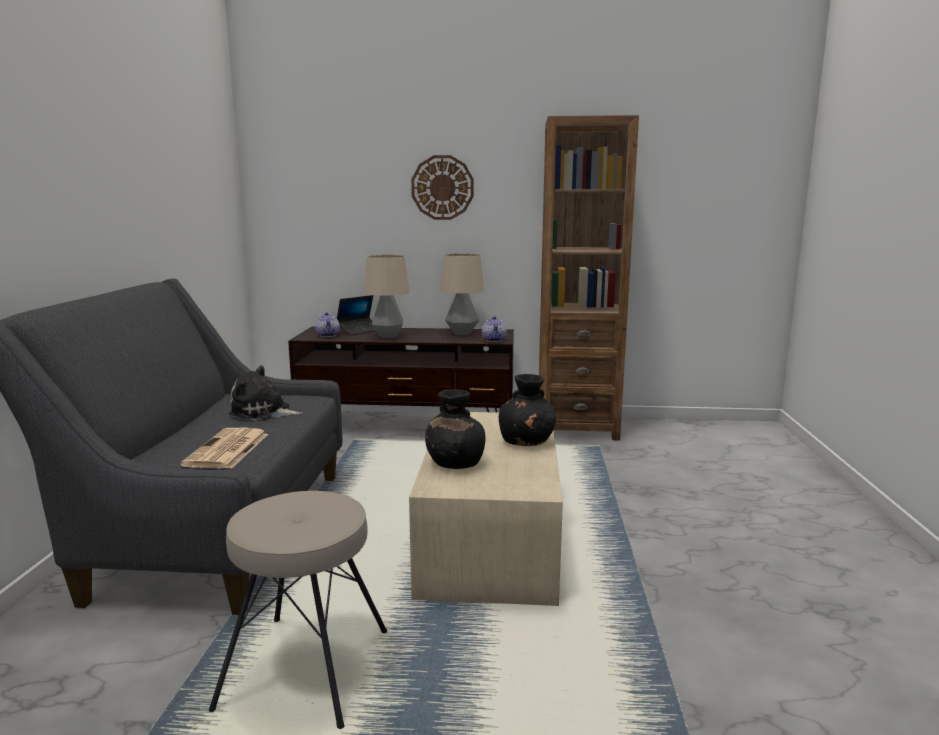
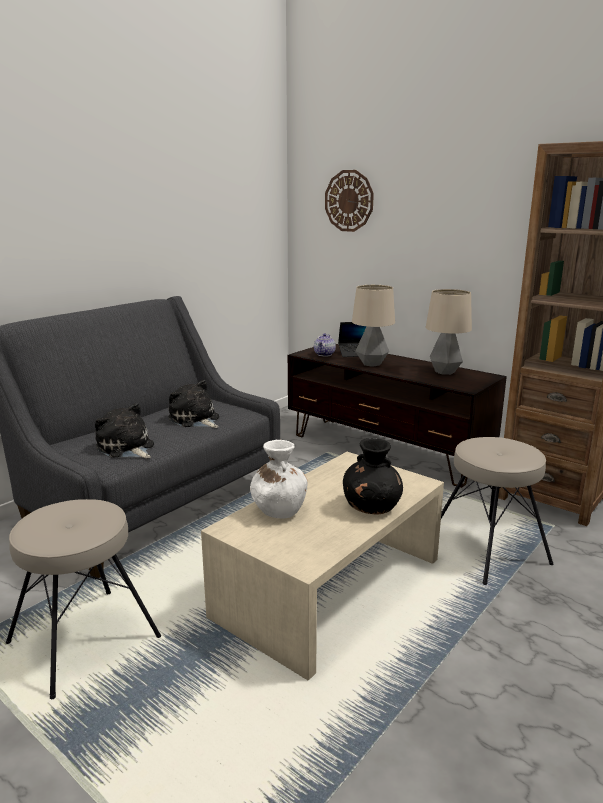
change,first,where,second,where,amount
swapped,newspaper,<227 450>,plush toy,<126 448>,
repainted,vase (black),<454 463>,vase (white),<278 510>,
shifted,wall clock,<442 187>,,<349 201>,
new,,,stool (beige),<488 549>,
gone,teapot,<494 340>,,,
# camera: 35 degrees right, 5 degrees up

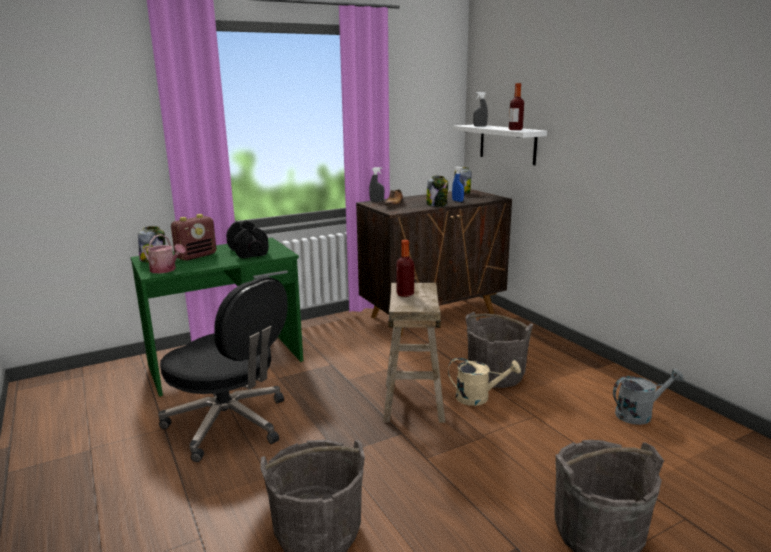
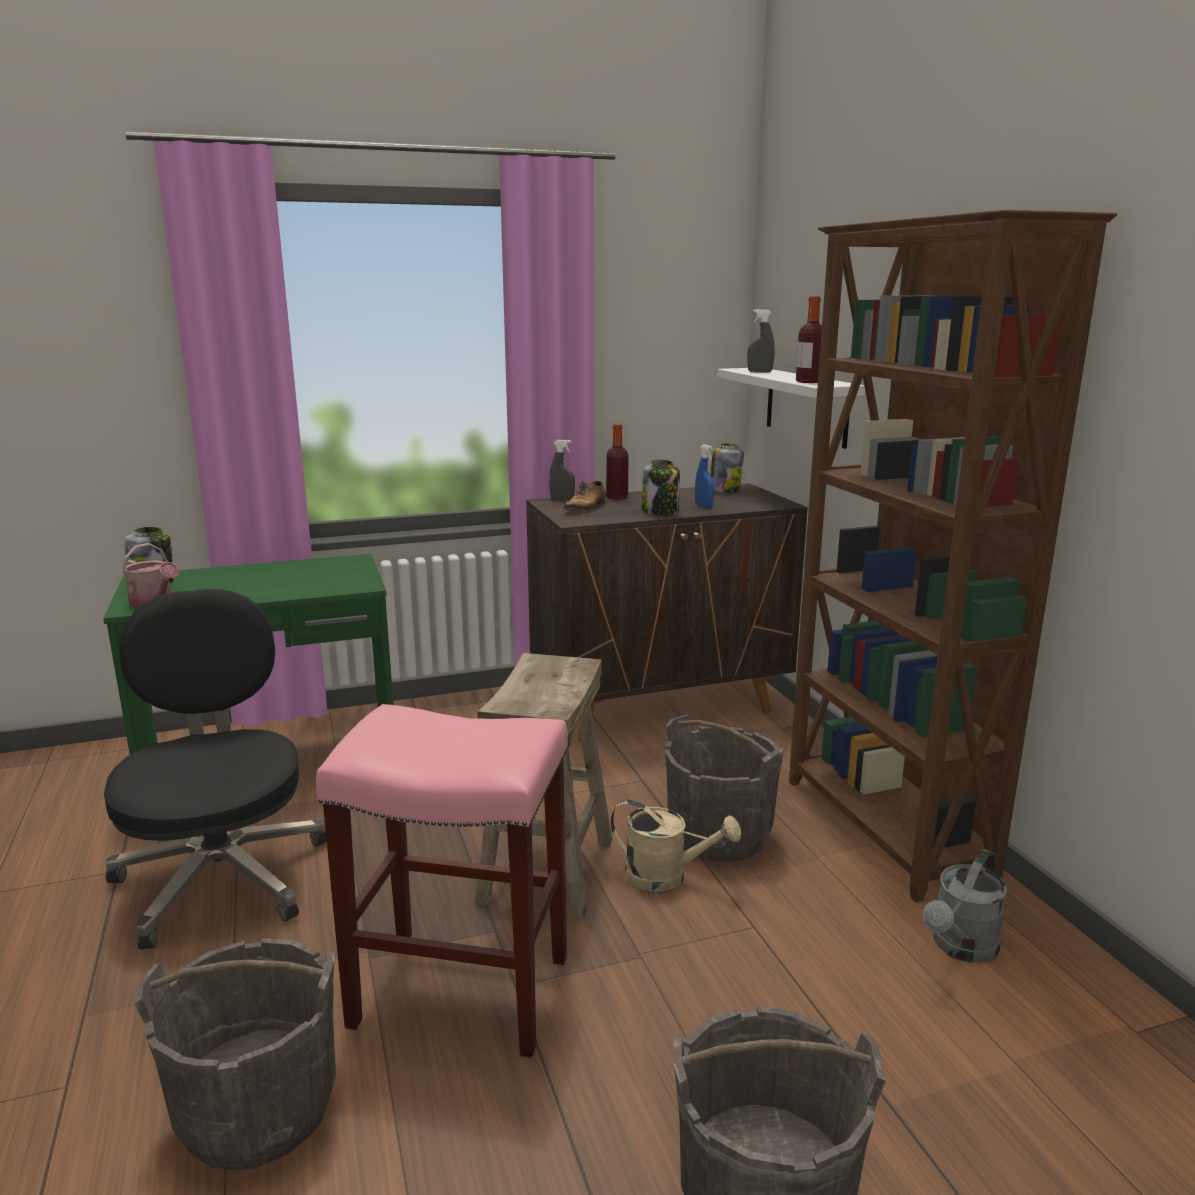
change,first,where,second,where,amount
rotated,office chair (black),<230 424>,,<222 876>,150 degrees counterclockwise
new,,,stool (pink),<464 990>,
shifted,bottle,<405 294>,,<617 497>,
new,,,bookcase (brown),<884 829>,
rotated,watering can (grey),<639 414>,,<960 948>,135 degrees clockwise
gone,radio,<196 256>,,,
gone,dumbbell (black),<247 251>,,,
# camera: 10 degrees right, 0 degrees up

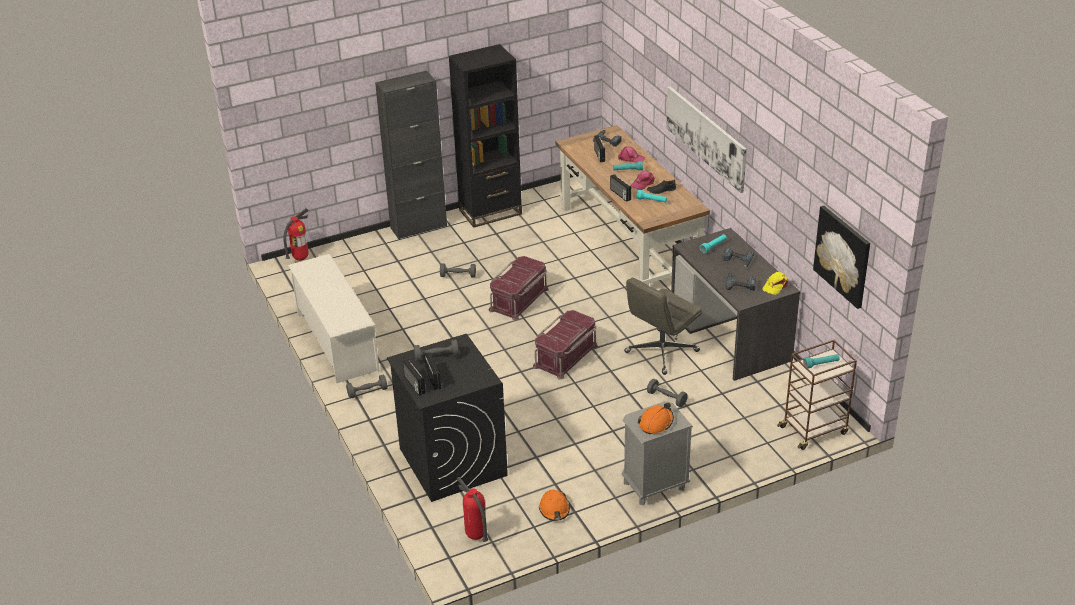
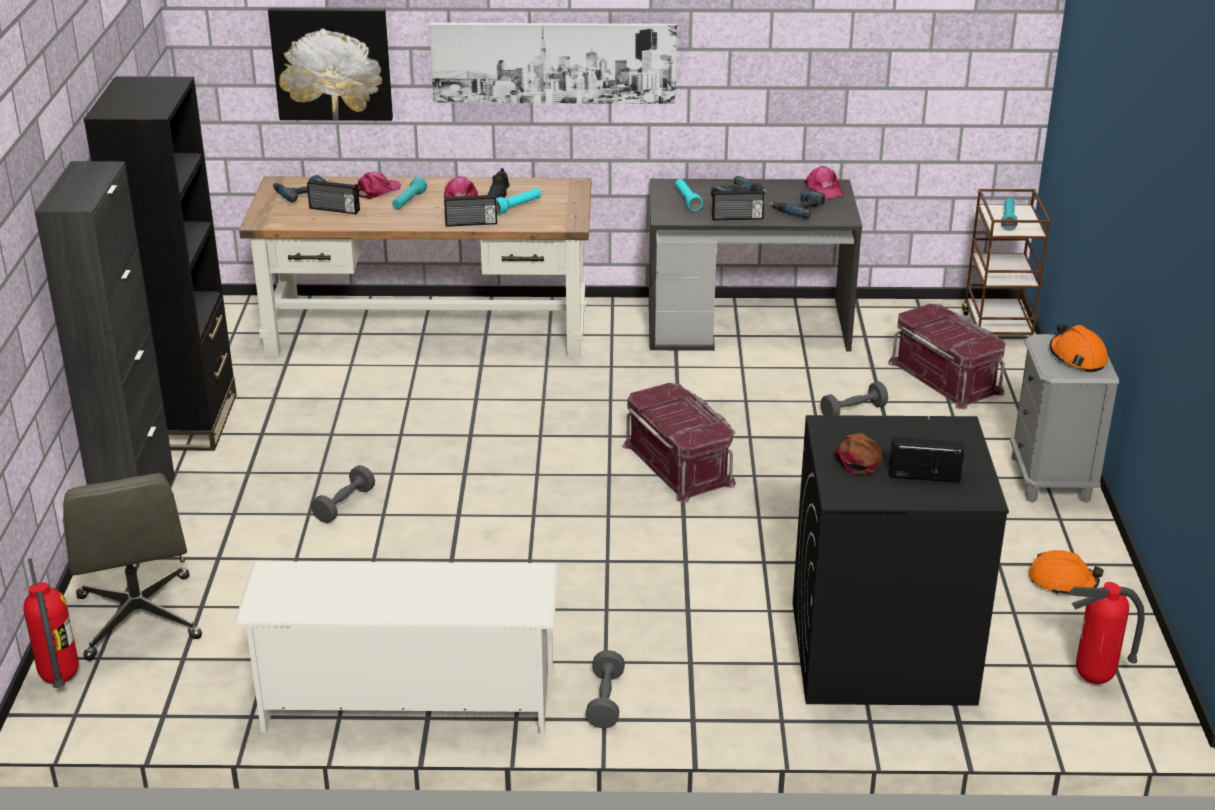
change,first,where,second,where,amount
shifted,office chair (grey),<661 352>,,<139 618>,
shifted,picture,<843 256>,,<332 63>,
shifted,radio,<414 385>,,<737 218>,
repainted,cap (yellow),<775 286>,cap (pink),<824 189>,
swapped,dumbbell (grey),<436 357>,cap (brown),<859 458>,
shifted,storage box (red),<519 299>,,<946 377>,
# camera: 65 degrees left, 5 degrees down

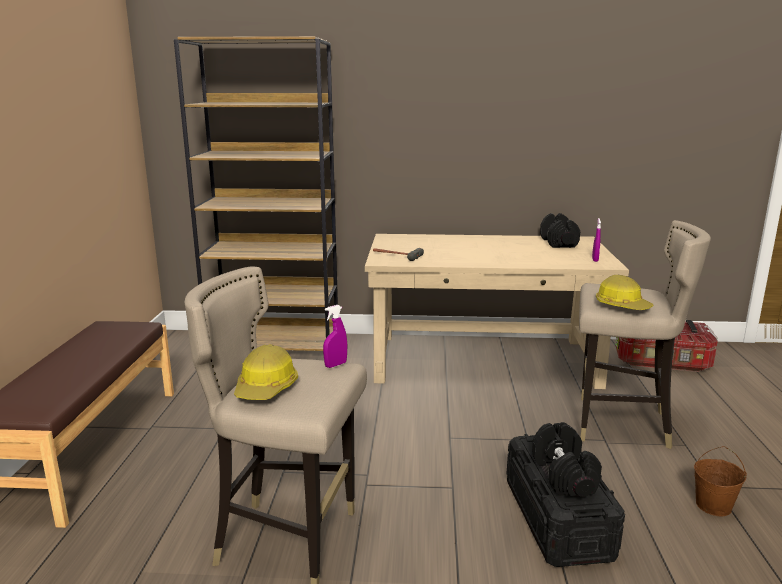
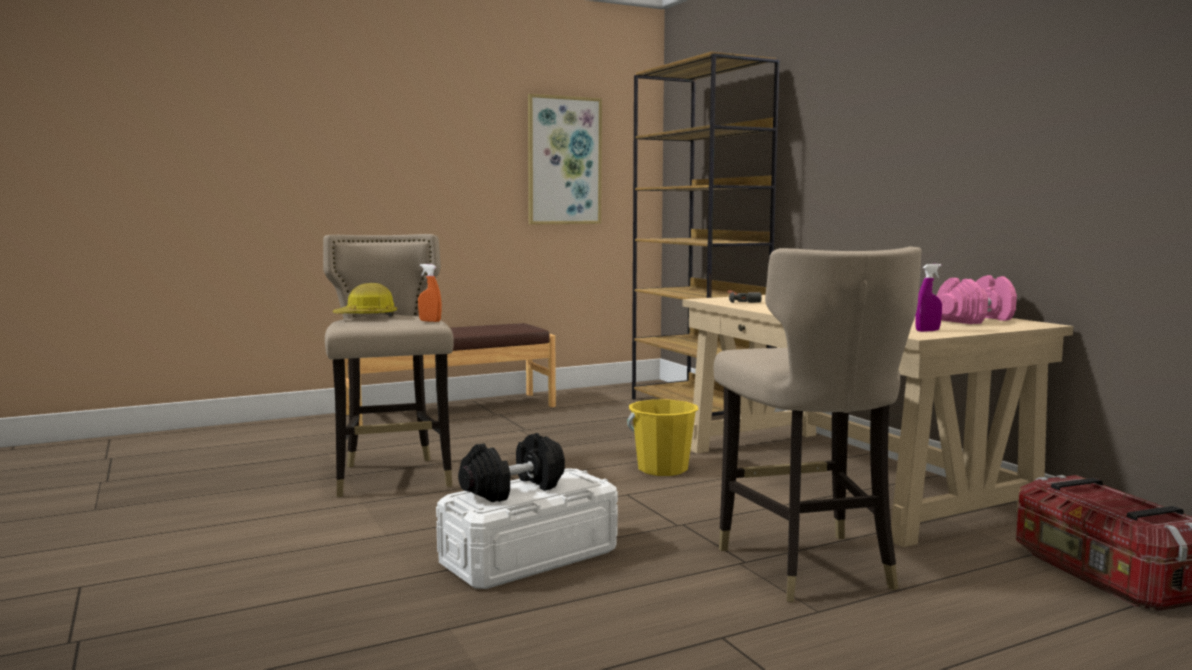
change,first,where,second,where,amount
repainted,spray bottle (purple),<335 365>,spray bottle (orange),<430 321>,
repainted,storage box (black),<557 518>,storage box (white),<530 557>,
new,,,picture,<564 161>,
new,,,bucket (yellow),<662 469>,
repainted,dumbbell (black),<559 243>,dumbbell (pink),<975 320>,
gone,hard hat,<622 305>,,,
gone,bucket (brown),<713 505>,,,
# camera: 60 degrees right, 10 degrees down

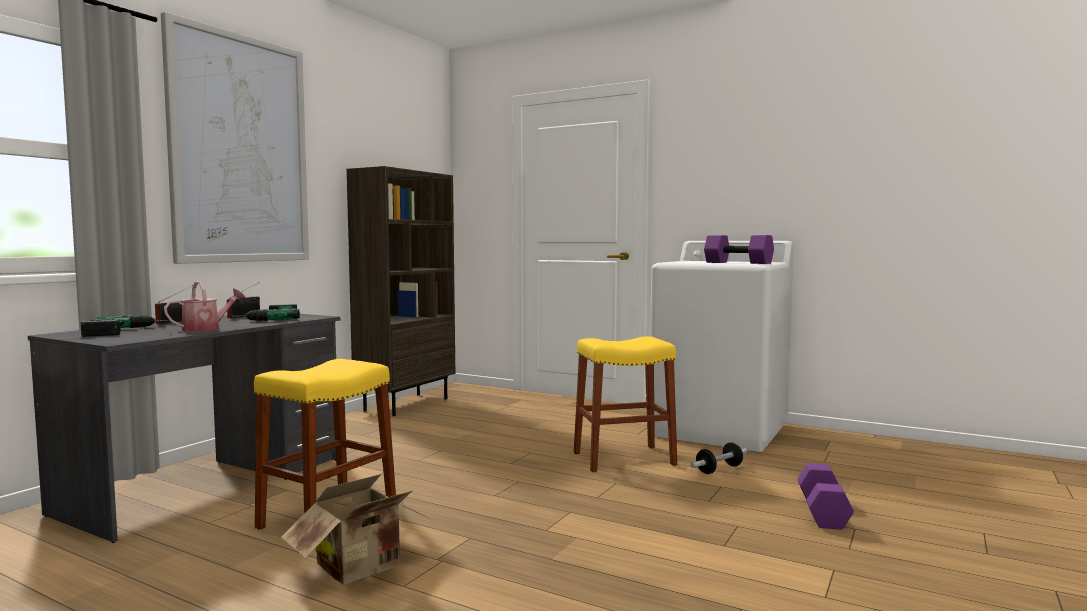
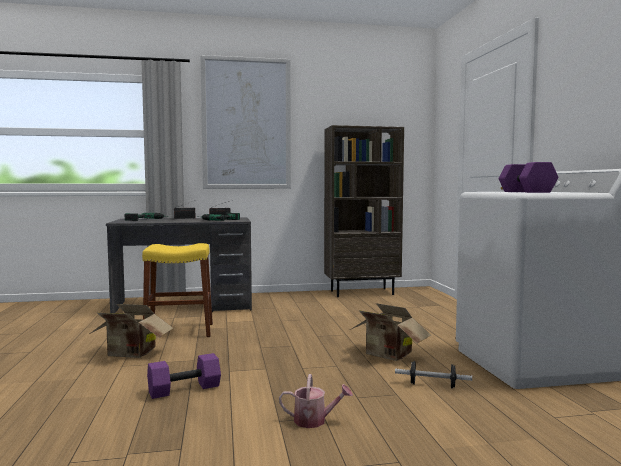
change,first,where,second,where,amount
shifted,dumbbell (purple),<821 512>,,<185 389>,
shifted,watering can,<206 329>,,<315 420>,
swapped,stool (yellow),<624 458>,cardboard box,<388 355>,
# camera: 50 degrees right, 0 degrees up

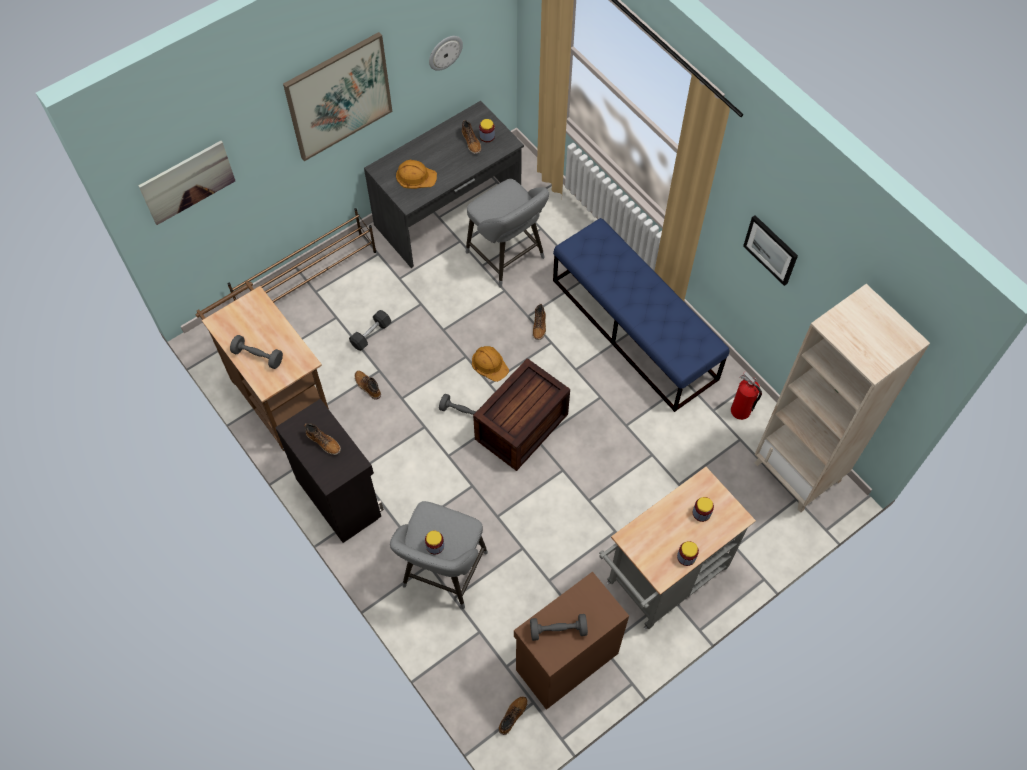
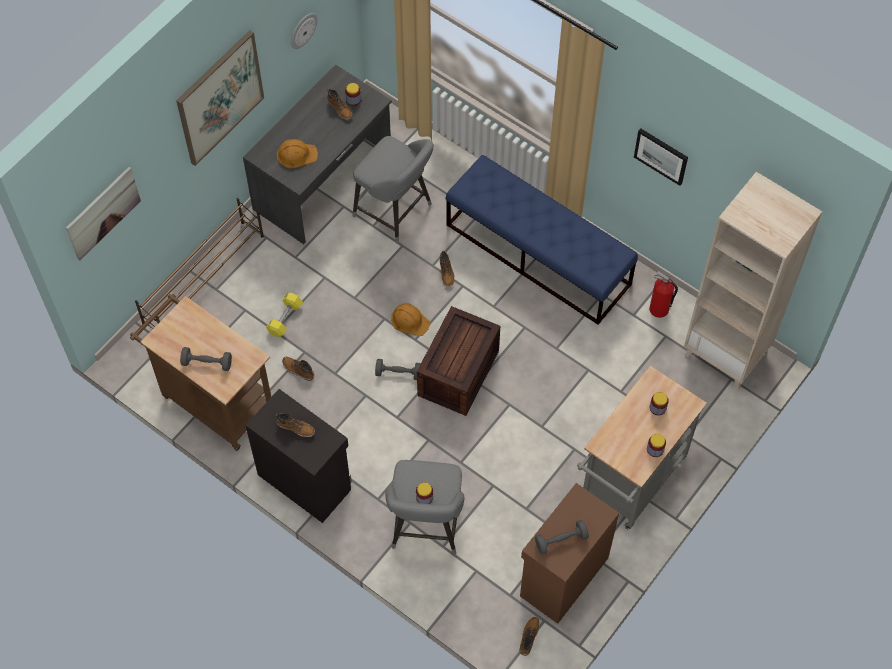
change,first,where,second,where,amount
repainted,dumbbell (black),<371 334>,dumbbell (yellow),<285 318>,
# camera: 15 degrees left, 0 degrees up

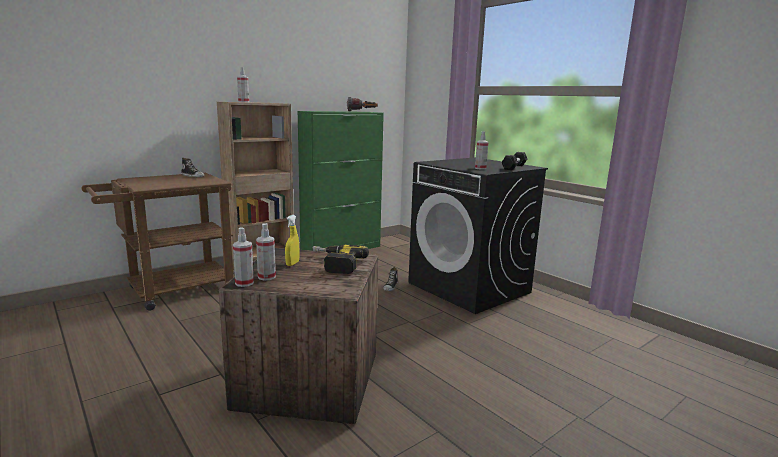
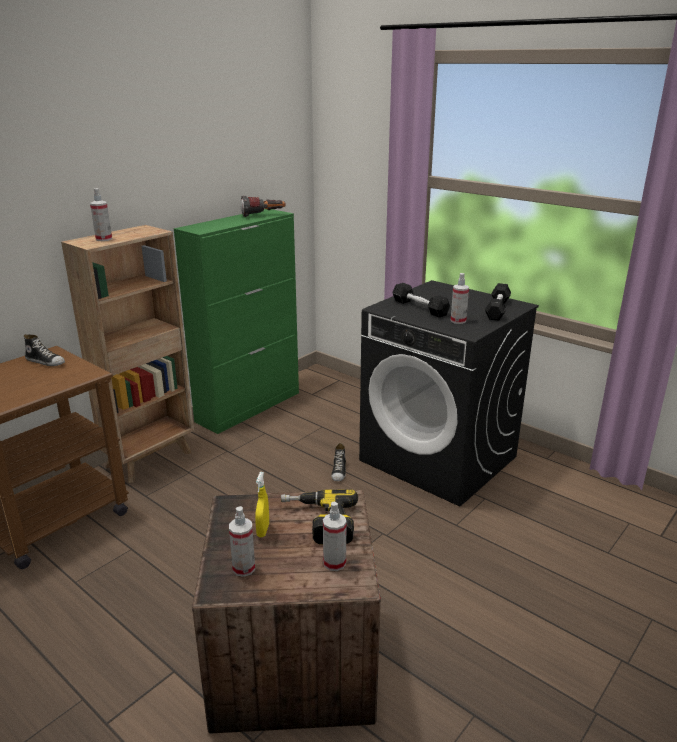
change,first,where,second,where,amount
shifted,spray bottle,<244 283>,,<334 563>,
new,,,dumbbell (black),<420 307>,
# camera: 10 degrees left, 10 degrees up

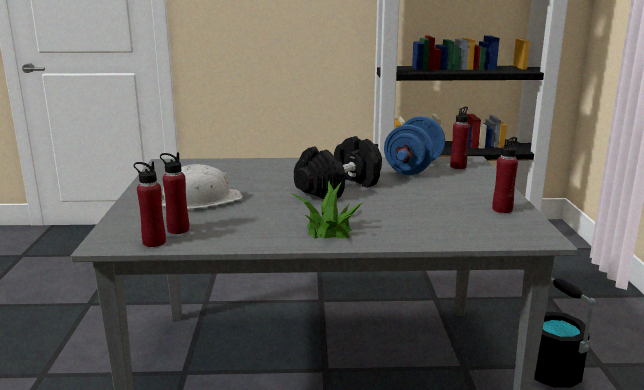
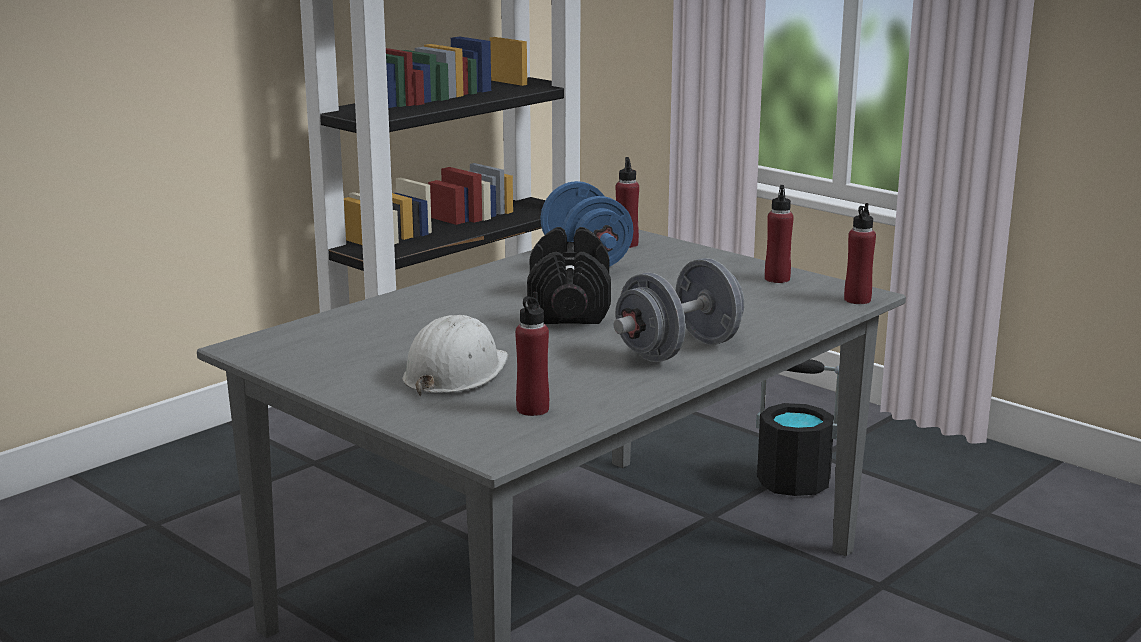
change,first,where,second,where,amount
swapped,potted plant,<329 228>,dumbbell (grey),<679 350>,
shifted,bottle (red),<154 242>,,<857 300>,
# camera: 45 degrees left, 0 degrees up

